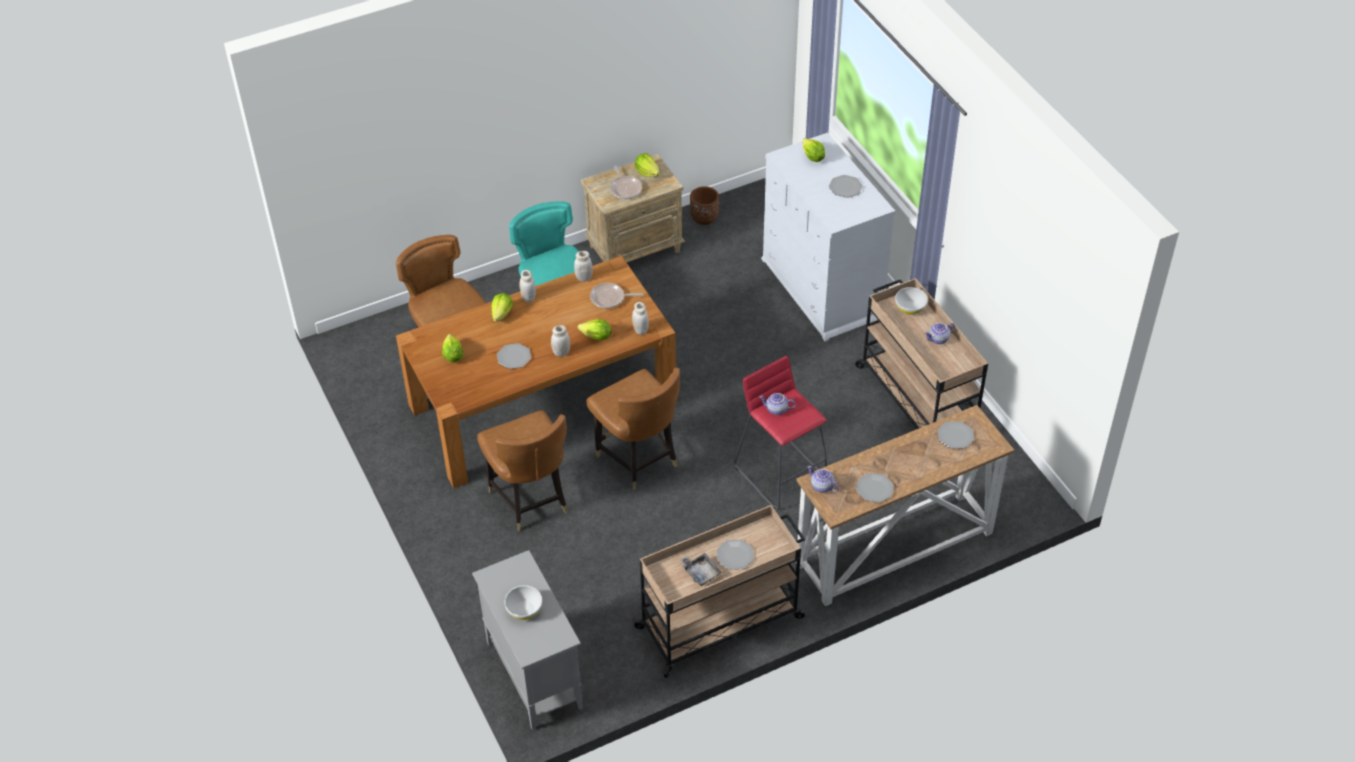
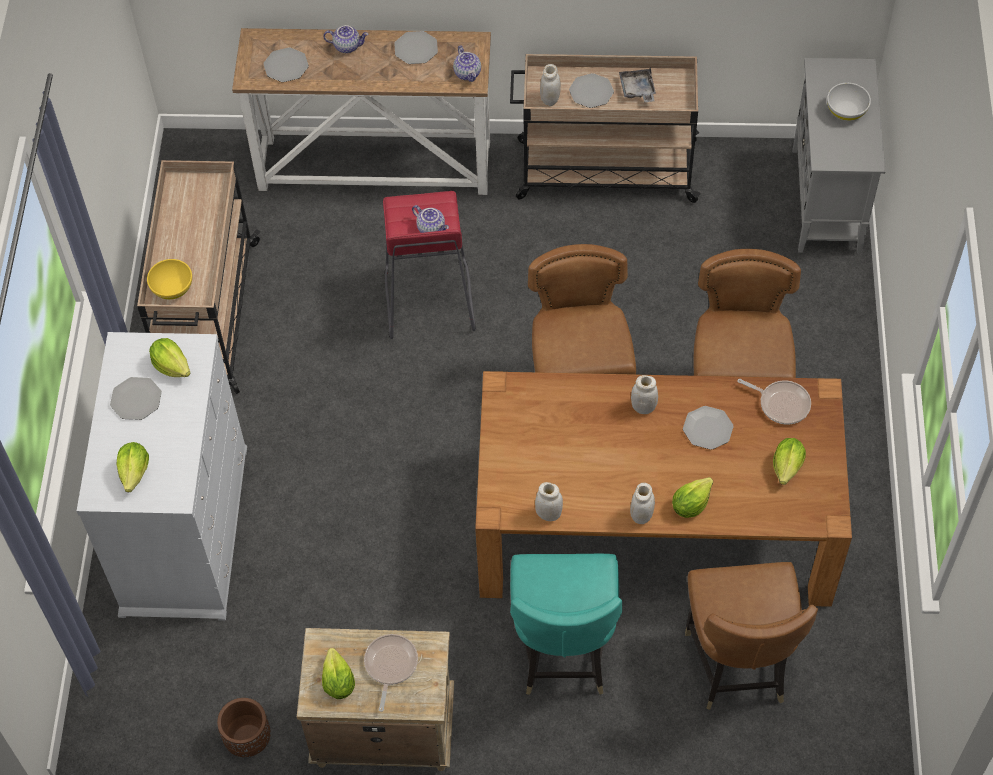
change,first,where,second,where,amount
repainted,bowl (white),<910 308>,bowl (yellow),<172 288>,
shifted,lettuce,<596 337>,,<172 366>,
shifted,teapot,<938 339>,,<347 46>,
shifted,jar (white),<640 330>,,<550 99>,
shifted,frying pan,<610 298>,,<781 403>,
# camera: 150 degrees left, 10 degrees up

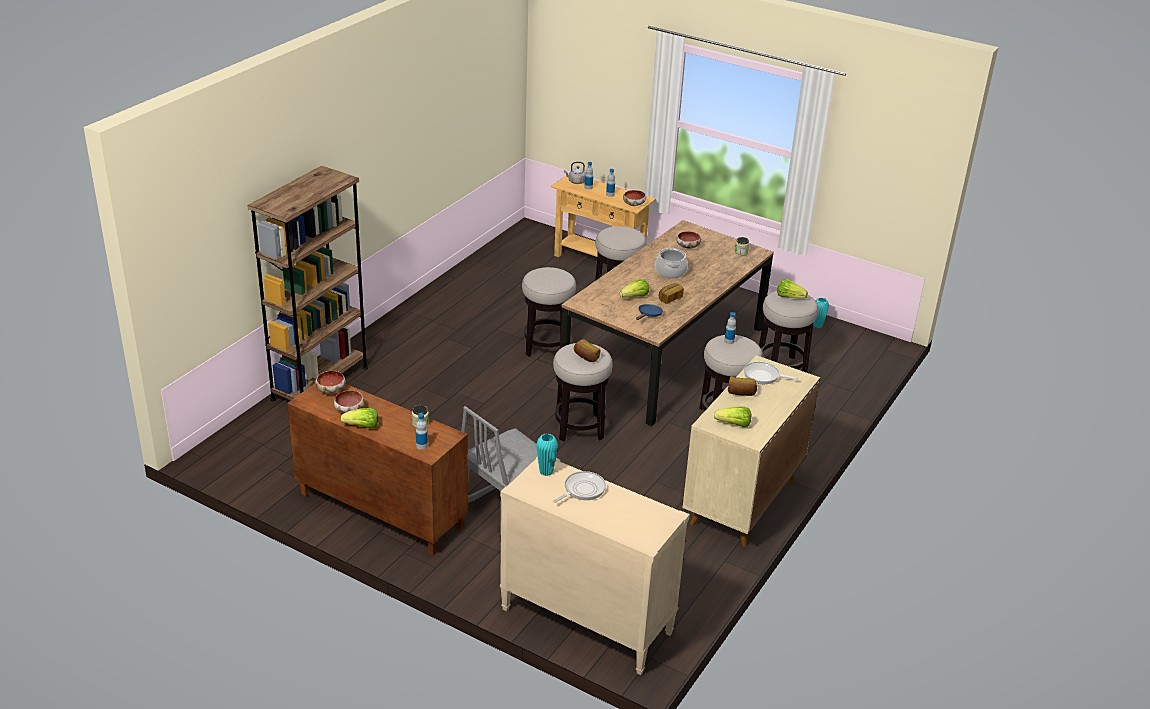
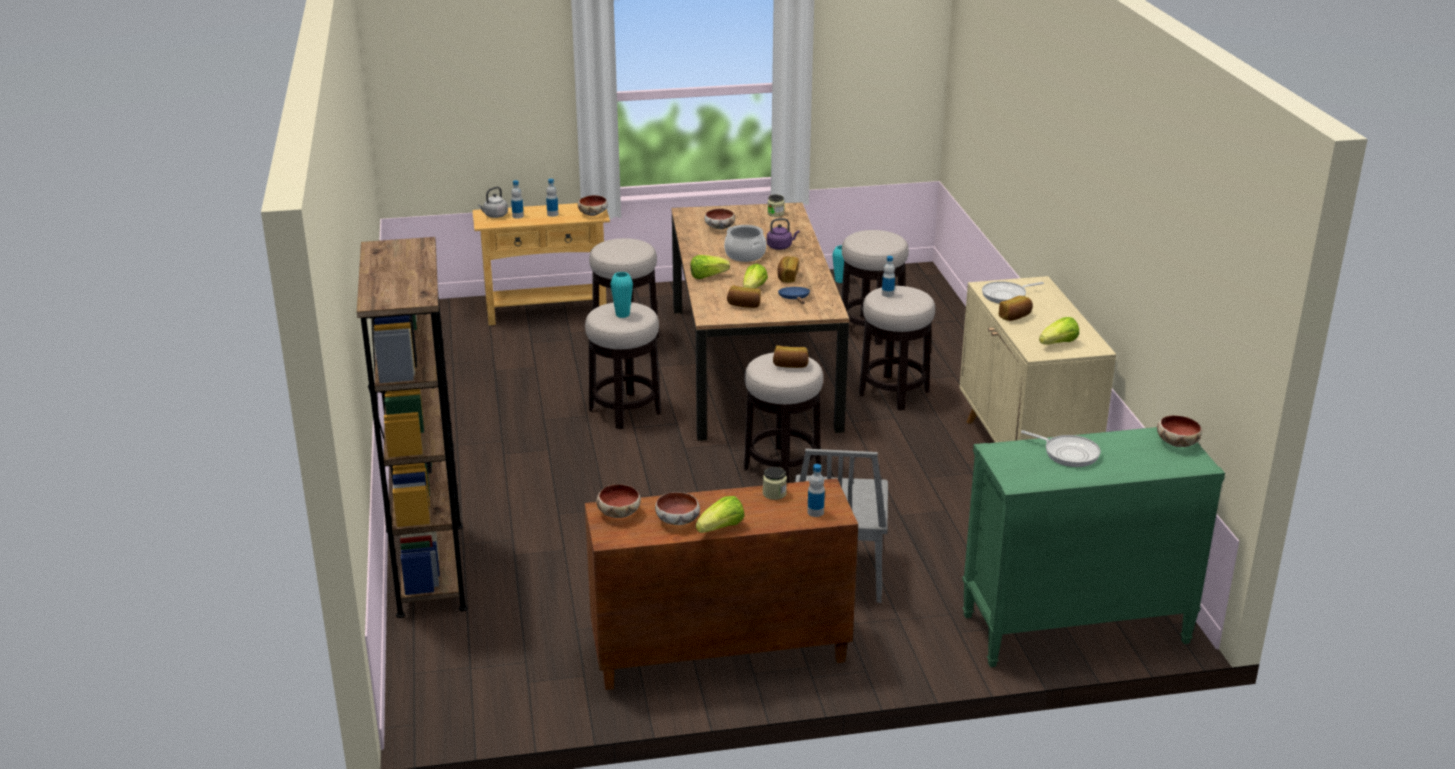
change,first,where,second,where,amount
shifted,vase (turquoise),<546 471>,,<622 315>,
shifted,lettuce,<789 297>,,<707 276>,
new,,,bread,<744 305>,
new,,,kettle (purple),<780 247>,
repainted,dresser (beige),<585 621>,dresser (green),<1074 629>,
rotated,frying pan,<582 490>,,<1068 453>,120 degrees clockwise
new,,,bowl,<1176 443>,
# camera: 40 degrees left, 5 degrees down

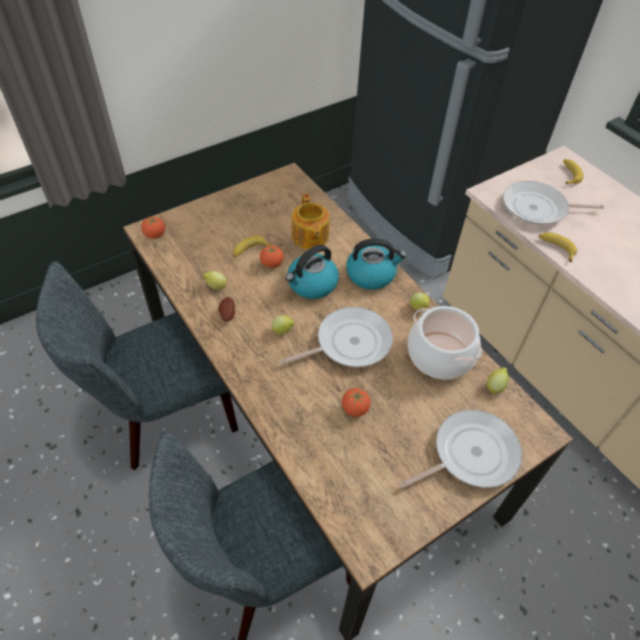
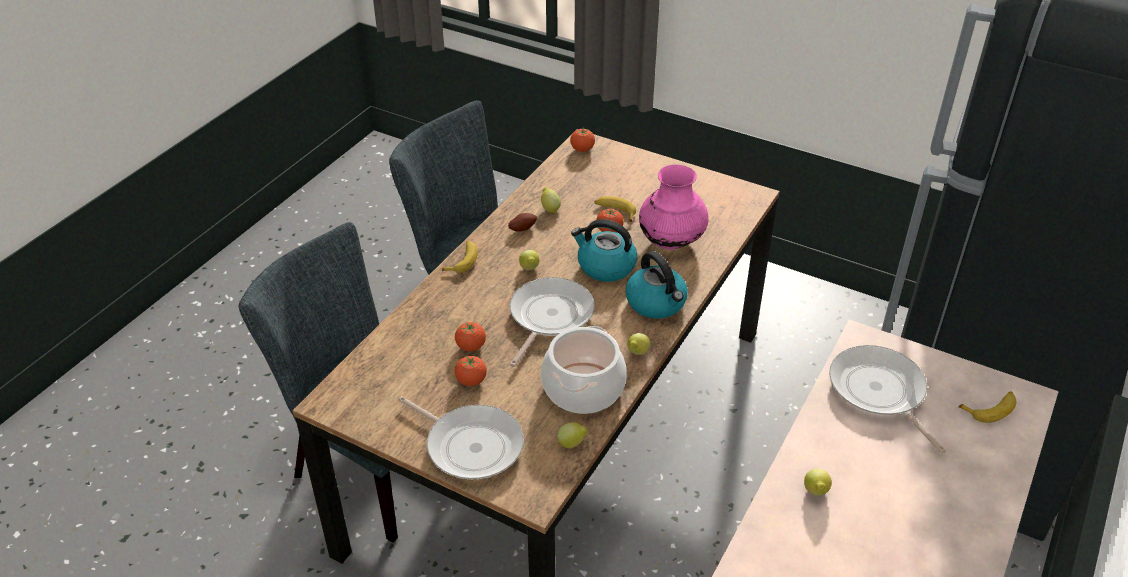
change,first,where,second,where,amount
shifted,banana,<556 248>,,<462 260>,
new,,,tomato,<471 381>,
rotated,frying pan,<349 343>,,<548 317>,105 degrees counterclockwise
swapped,teapot,<309 237>,vase (pink),<671 242>,
new,,,lemon,<815 492>,
# camera: 65 degrees right, 10 degrees down

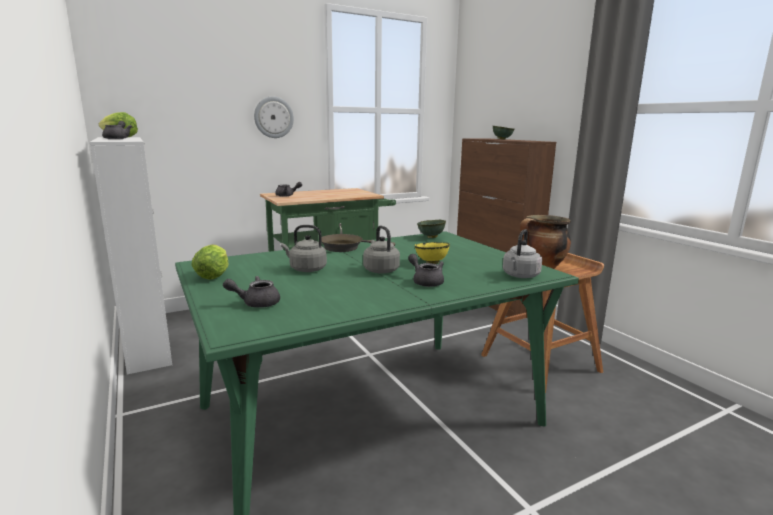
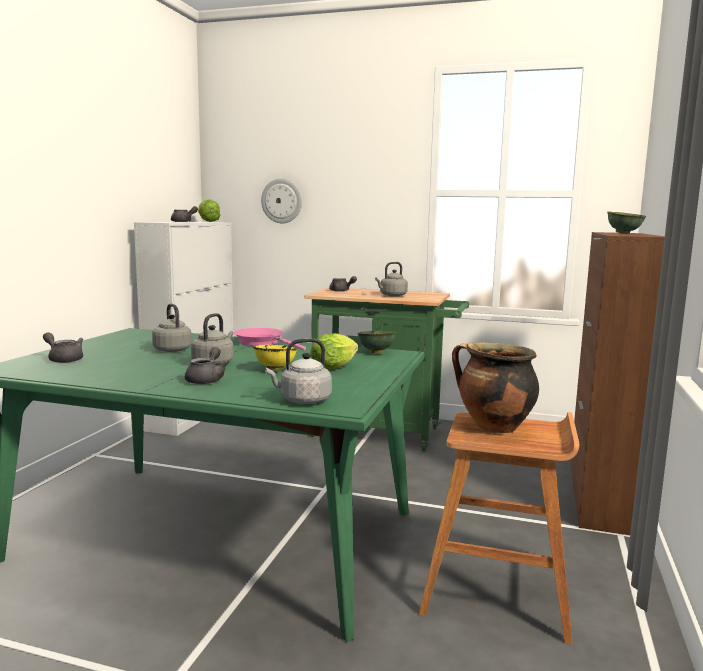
change,first,where,second,where,amount
repainted,frying pan (brown),<345 247>,frying pan (pink),<262 343>,
shifted,wall clock,<273 117>,,<282 201>,
shifted,lettuce,<214 275>,,<336 367>,
new,,,kettle (grey),<392 295>,
# camera: 45 degrees right, 5 degrees down

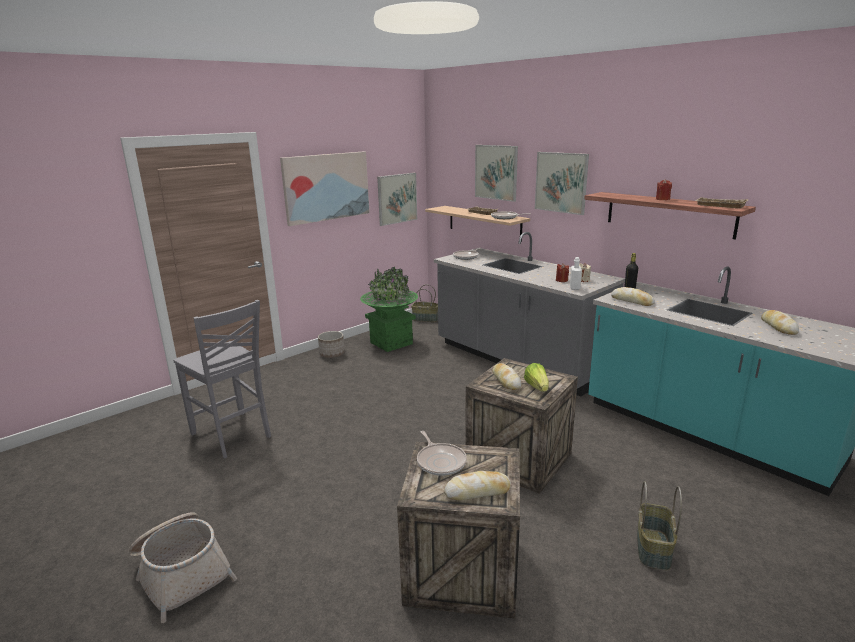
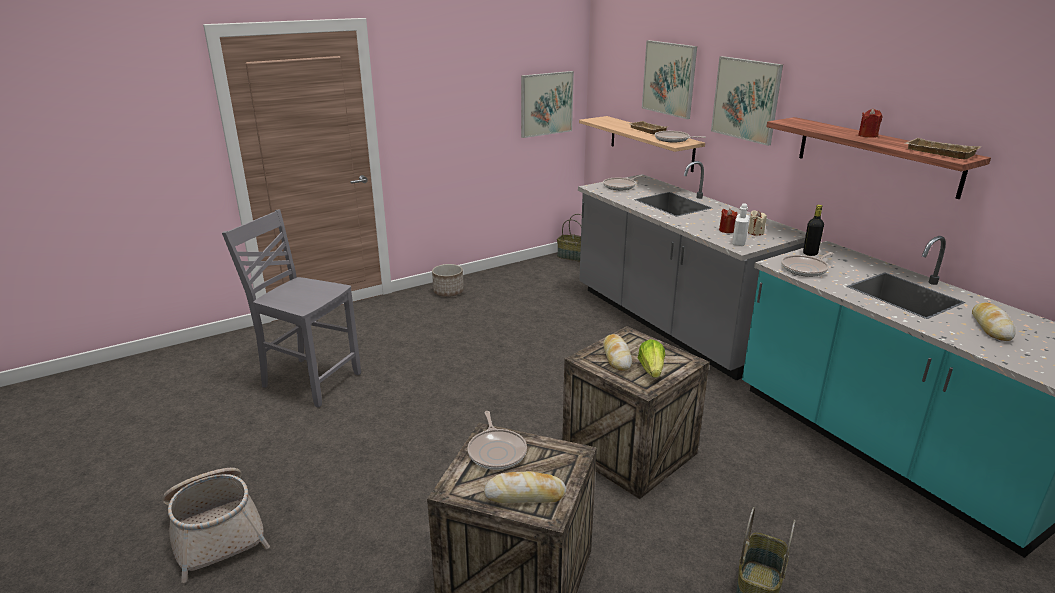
change,first,where,second,where,amount
rotated,chair (grey),<232 435>,,<309 380>,150 degrees clockwise
swapped,bread,<632 301>,frying pan,<805 269>,
gone,picture,<326 187>,,,
gone,planter (green),<391 343>,,,
# camera: 10 degrees right, 5 degrees up

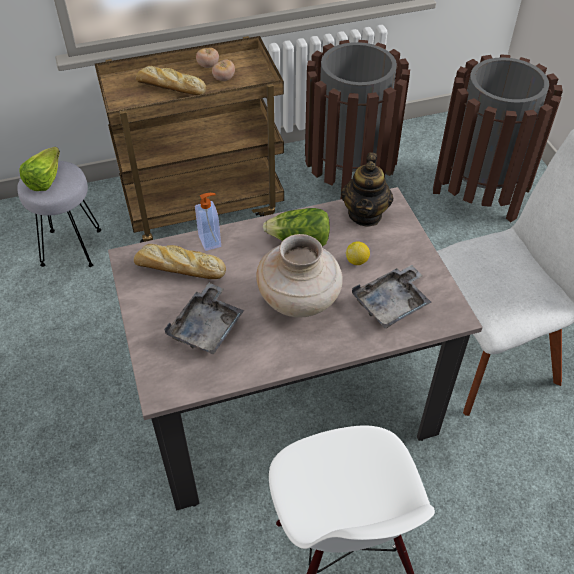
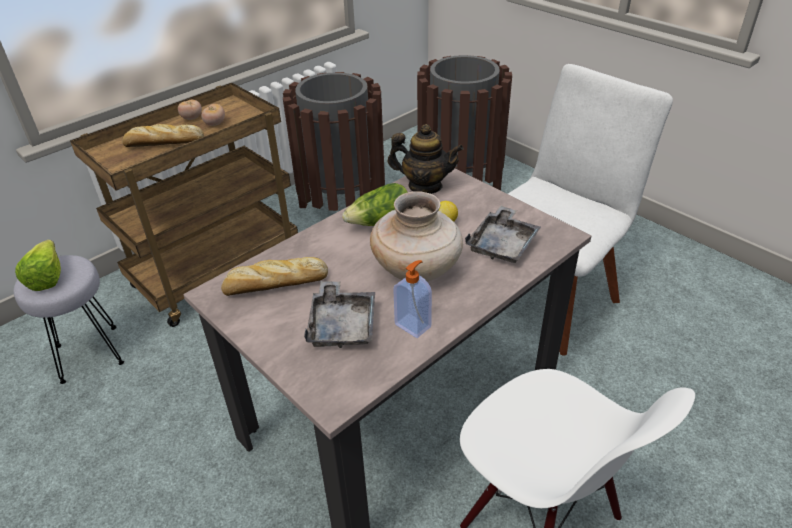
change,first,where,second,where,amount
rotated,teapot,<365 214>,,<425 186>,60 degrees counterclockwise
shifted,soap dispenser,<210 241>,,<413 325>,
# camera: 25 degrees left, 10 degrees down

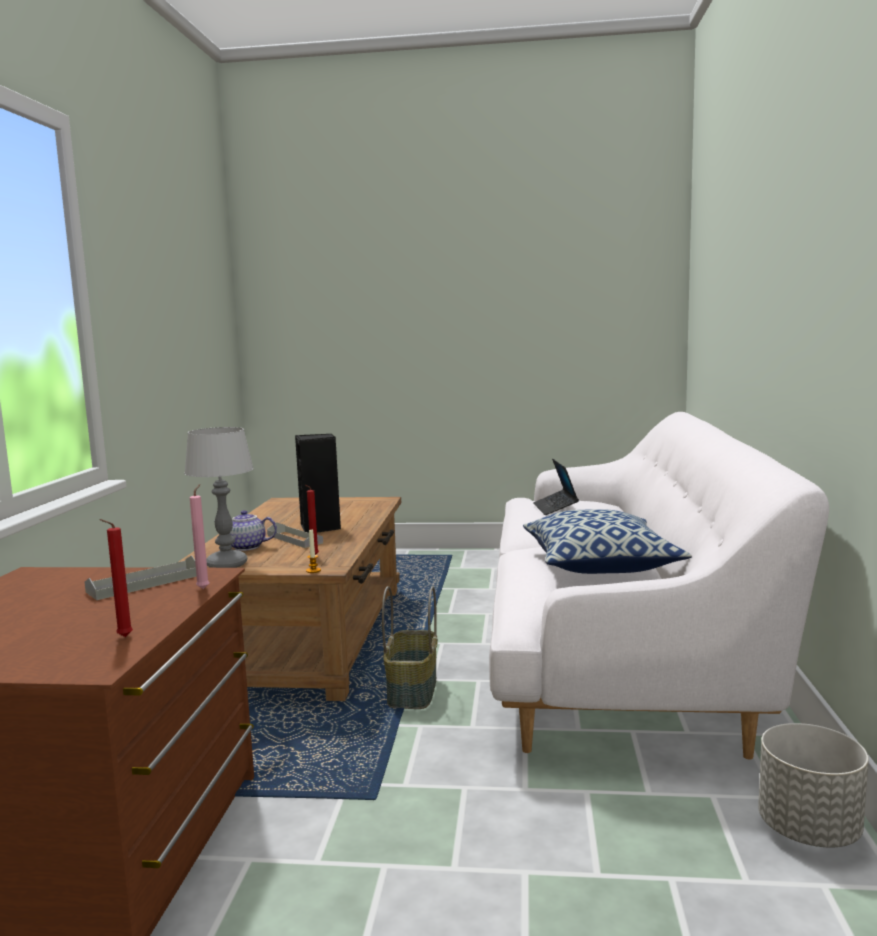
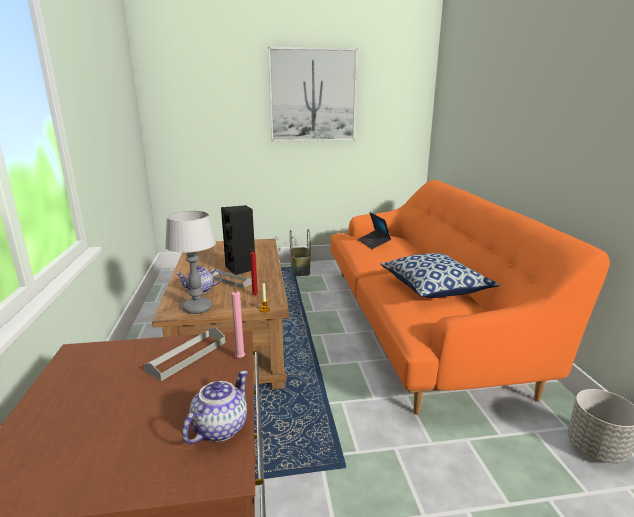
change,first,where,second,where,amount
swapped,candle (red),<122 637>,teapot,<219 427>,
new,,,picture,<313 95>,
shifted,basket,<413 691>,,<301 270>,
repainted,sofa (white),<614 638>,sofa (orange),<419 322>,
# camera: 15 degrees left, 10 degrees up

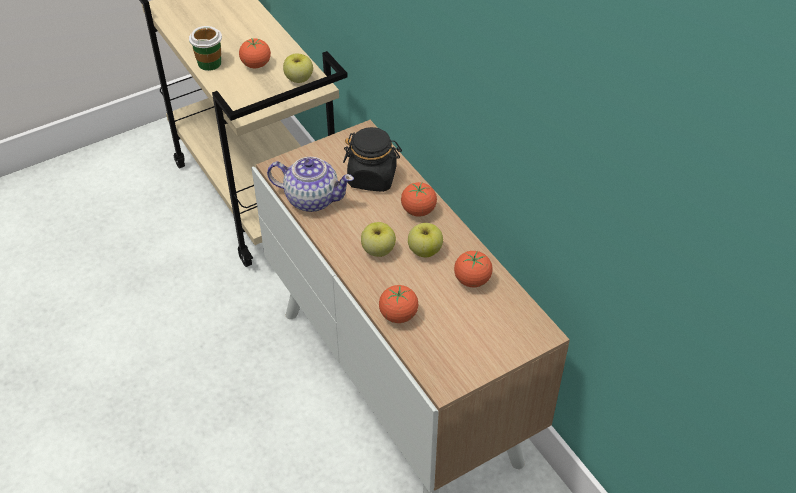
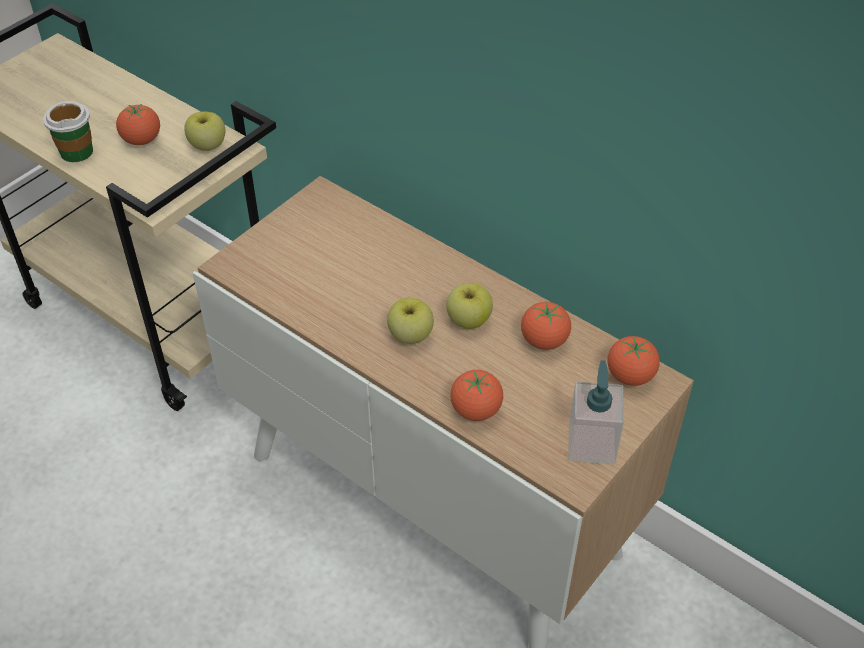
change,first,where,second,where,amount
new,,,soap dispenser,<591 443>,
shifted,tomato,<418 211>,,<630 376>,
gone,teapot,<311 198>,,,
gone,jar (black),<372 177>,,,
# camera: 20 degrees left, 0 degrees up

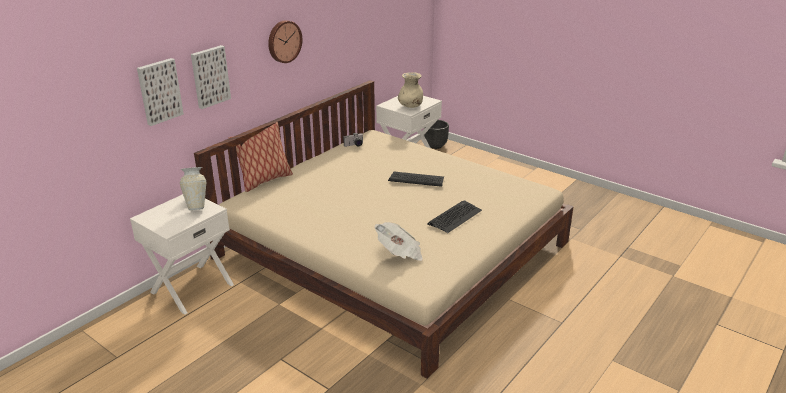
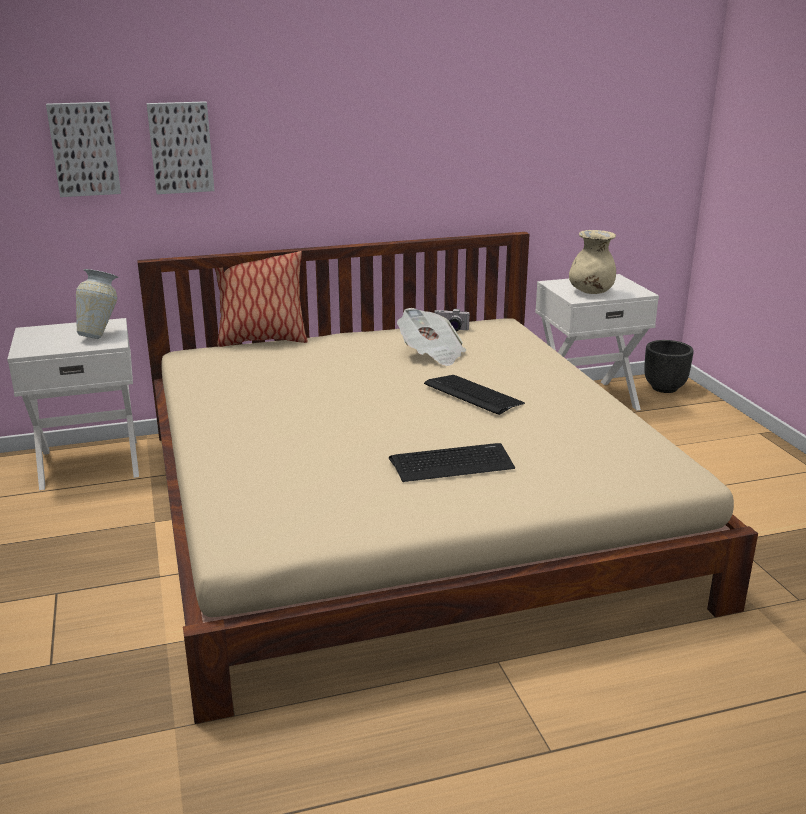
change,first,where,second,where,amount
shifted,newspaper,<399 253>,,<431 354>,
gone,wall clock,<283 41>,,,
# camera: 35 degrees right, 5 degrees down

